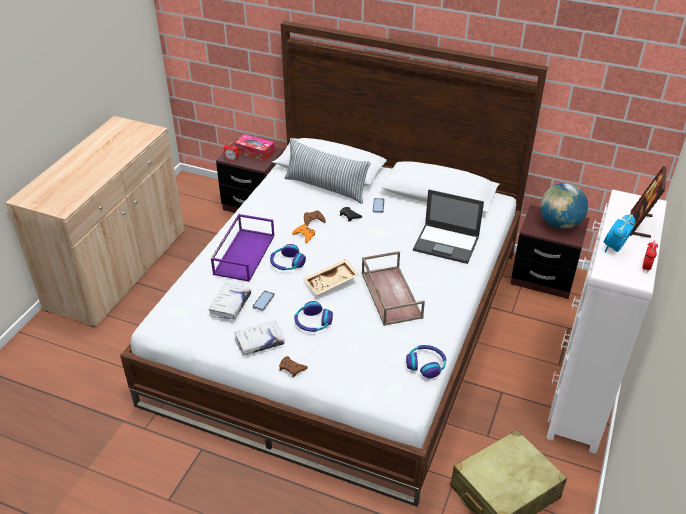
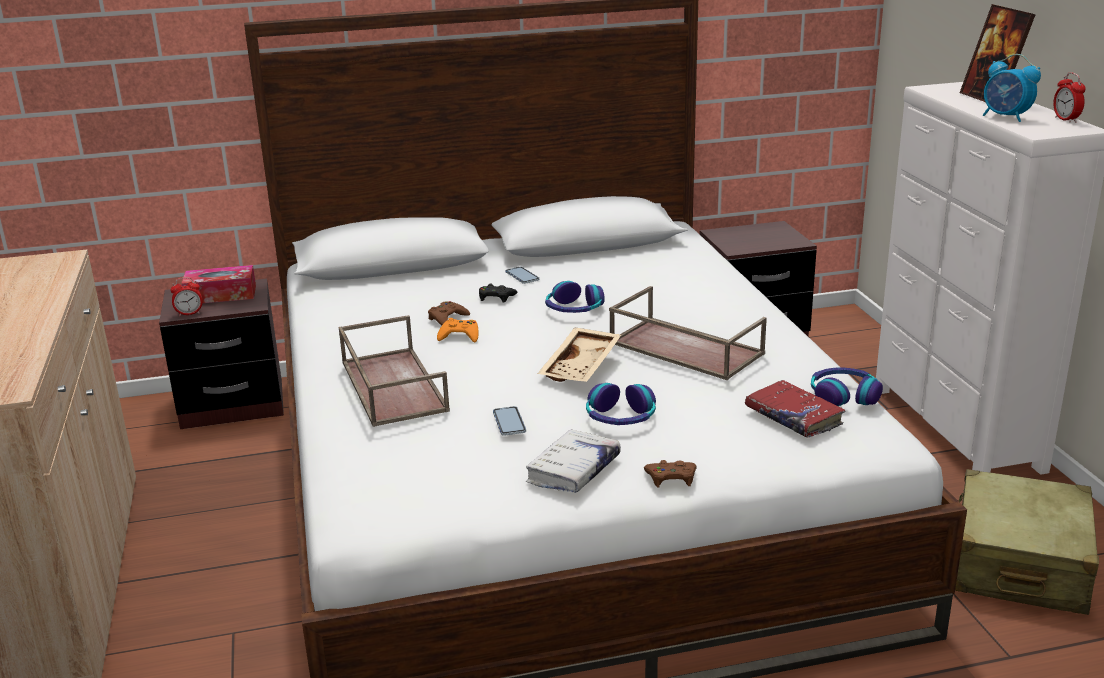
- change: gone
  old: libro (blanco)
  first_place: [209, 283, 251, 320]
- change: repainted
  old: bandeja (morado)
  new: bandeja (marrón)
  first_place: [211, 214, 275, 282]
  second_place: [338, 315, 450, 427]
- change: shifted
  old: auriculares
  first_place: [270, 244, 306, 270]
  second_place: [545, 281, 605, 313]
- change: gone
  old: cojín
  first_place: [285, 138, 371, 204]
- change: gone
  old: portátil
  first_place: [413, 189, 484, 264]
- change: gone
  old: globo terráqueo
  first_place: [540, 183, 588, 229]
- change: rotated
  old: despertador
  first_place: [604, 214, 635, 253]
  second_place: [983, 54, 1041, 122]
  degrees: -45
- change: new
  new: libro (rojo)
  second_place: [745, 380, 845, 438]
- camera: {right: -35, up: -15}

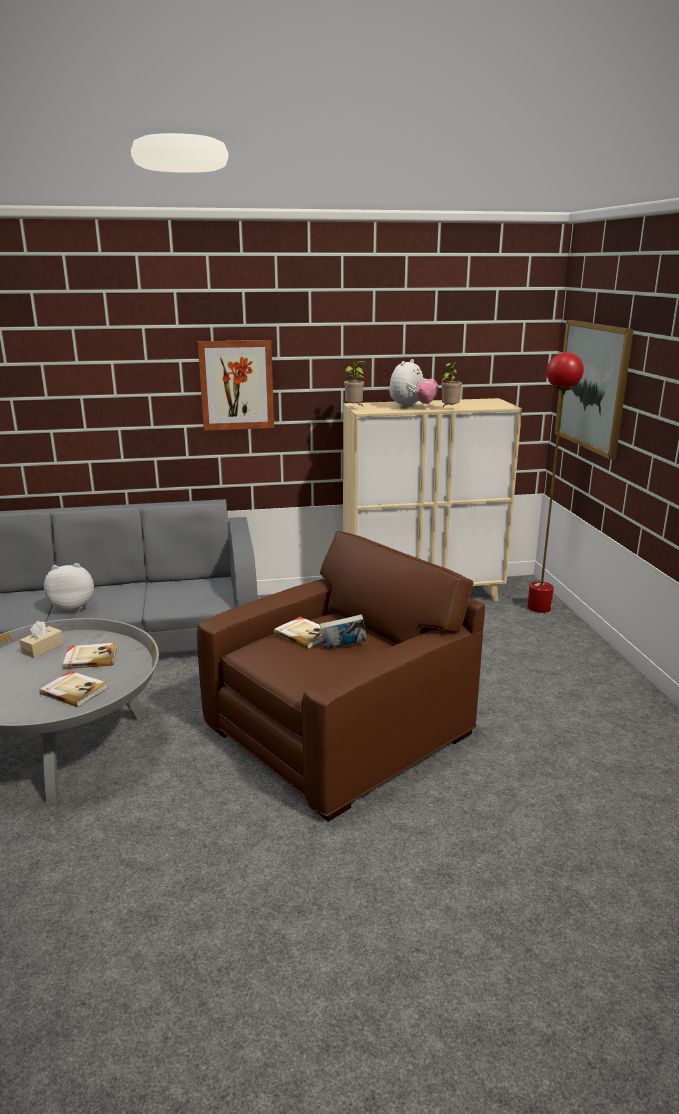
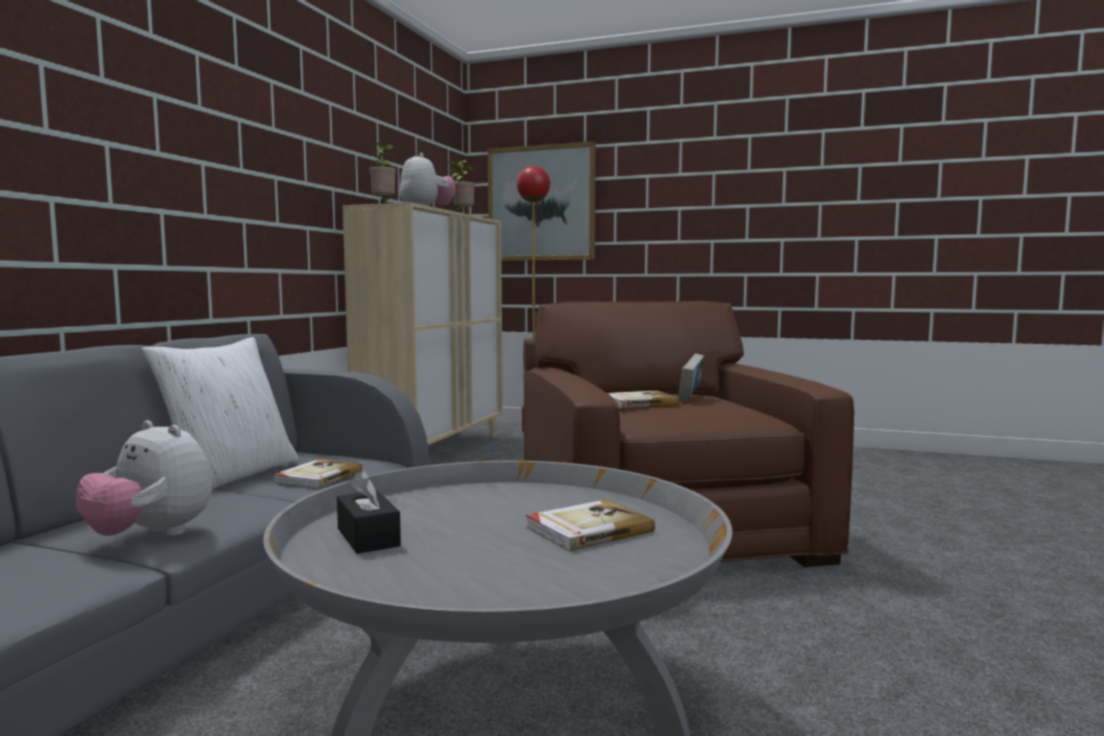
- change: repainted
  old: caja de pañuelos (beis)
  new: caja de pañuelos (negro)
  first_place: [20, 621, 63, 658]
  second_place: [337, 470, 401, 554]
- change: rotated
  old: peluche
  first_place: [44, 563, 94, 612]
  second_place: [76, 420, 212, 536]
  degrees: -75
- change: shifted
  old: libro
  first_place: [63, 643, 117, 669]
  second_place: [273, 459, 362, 488]
- change: gone
  old: cuadro
  first_place: [198, 340, 274, 431]
- change: new
  new: cojín (blanco)
  second_place: [142, 337, 299, 490]
- camera: {right: -60, up: -15}

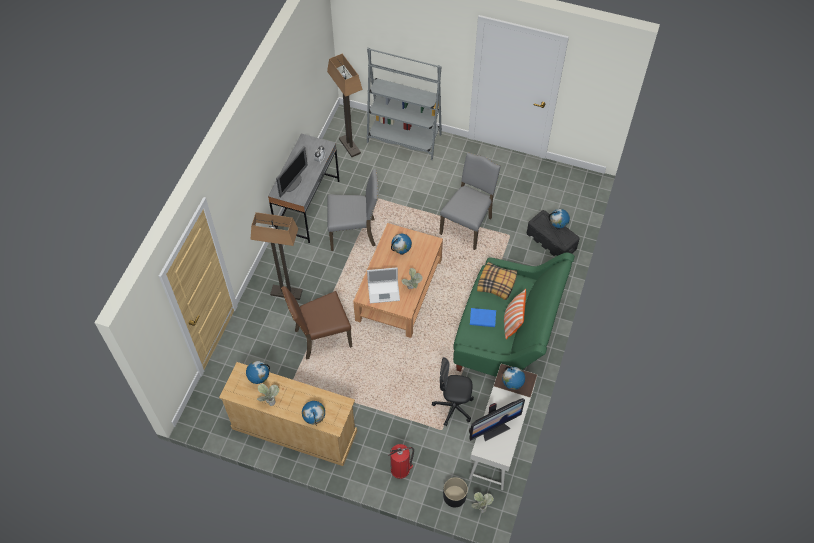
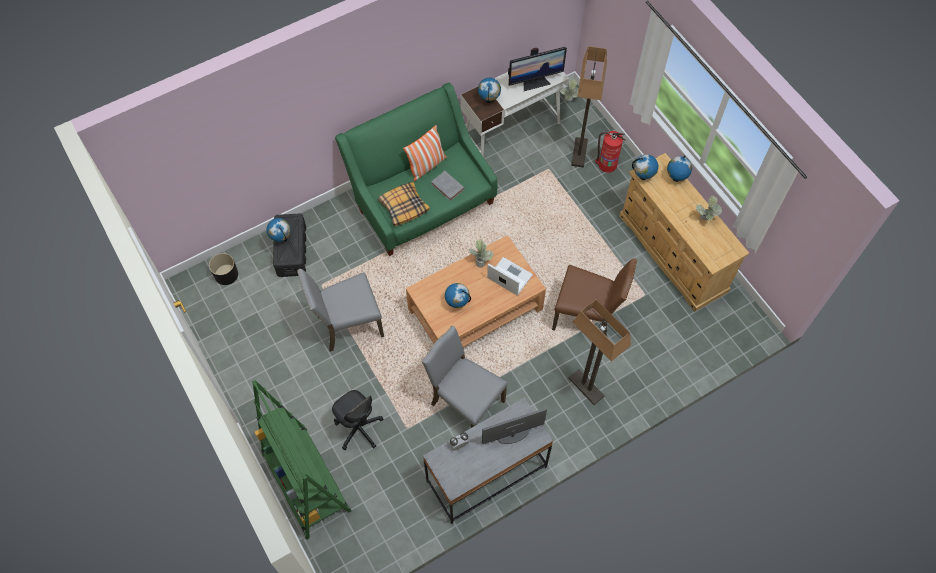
- change: shifted
  old: globo terráqueo
  first_place: [246, 361, 270, 384]
  second_place: [632, 154, 658, 180]
- change: shifted
  old: lámpara de pie
  first_place: [327, 54, 363, 157]
  second_place: [571, 46, 607, 168]
- change: repainted
  old: estantería (gris)
  new: estantería (verde)
  first_place: [367, 48, 442, 160]
  second_place: [252, 380, 352, 540]
- change: shifted
  old: silla de oficina (negro)
  first_place: [432, 357, 474, 426]
  second_place: [332, 390, 383, 450]
- change: shifted
  old: maceta (negro)
  first_place: [443, 477, 468, 507]
  second_place: [209, 253, 238, 285]
- change: rotated
  old: monitor
  first_place: [469, 398, 525, 441]
  second_place: [508, 47, 567, 91]
  degrees: 150
- change: repainted
  old: libro (azul)
  new: libro (gris)
  first_place: [470, 308, 496, 327]
  second_place: [431, 171, 465, 201]
- camera: {right: -140, up: 5}

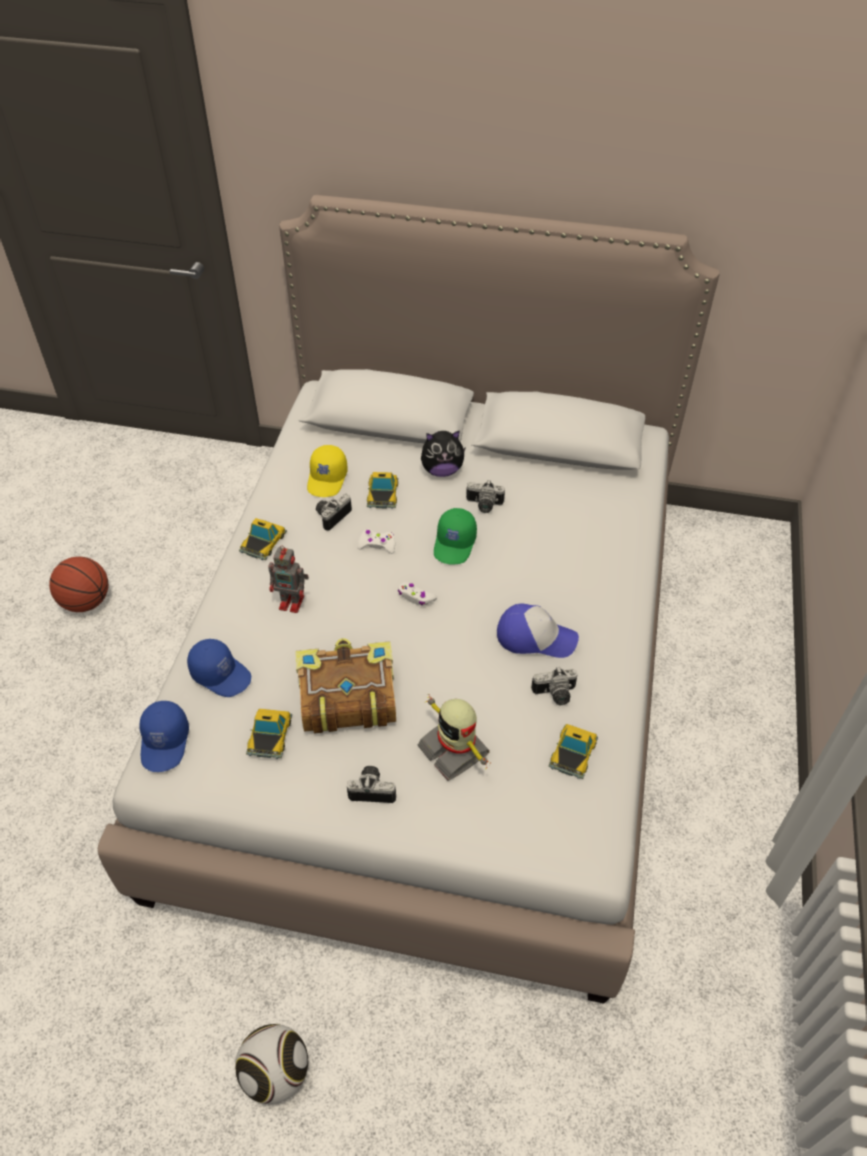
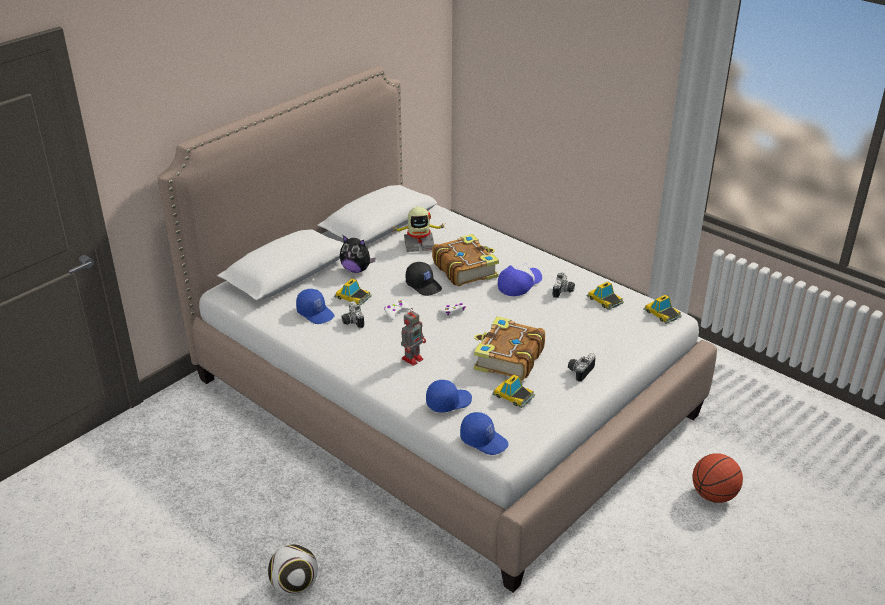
- change: shifted
  old: balón de baloncesto
  first_place: [49, 556, 108, 612]
  second_place: [692, 453, 743, 503]
- change: shifted
  old: balón de fútbol
  first_place: [235, 1024, 308, 1104]
  second_place: [268, 544, 318, 596]
- change: shifted
  old: coche de juguete
  first_place: [239, 518, 287, 560]
  second_place: [643, 295, 682, 324]
- change: repainted
  old: gorra (amarillo)
  new: gorra (azul)
  first_place: [307, 445, 348, 497]
  second_place: [296, 289, 335, 324]
- change: shifted
  old: robot de juguete
  first_place: [418, 694, 491, 781]
  second_place: [392, 207, 446, 252]
- change: rotated
  old: peluche
  first_place: [421, 430, 466, 477]
  second_place: [340, 235, 376, 273]
  degrees: 90
- change: repainted
  old: gorra (verde)
  new: gorra (negro)
  first_place: [434, 508, 477, 565]
  second_place: [406, 262, 442, 296]
- change: gone
  old: cámara
  first_place: [466, 480, 505, 513]
- change: new
  new: libro
  second_place: [432, 234, 499, 286]
- camera: {right: -60, up: -15}

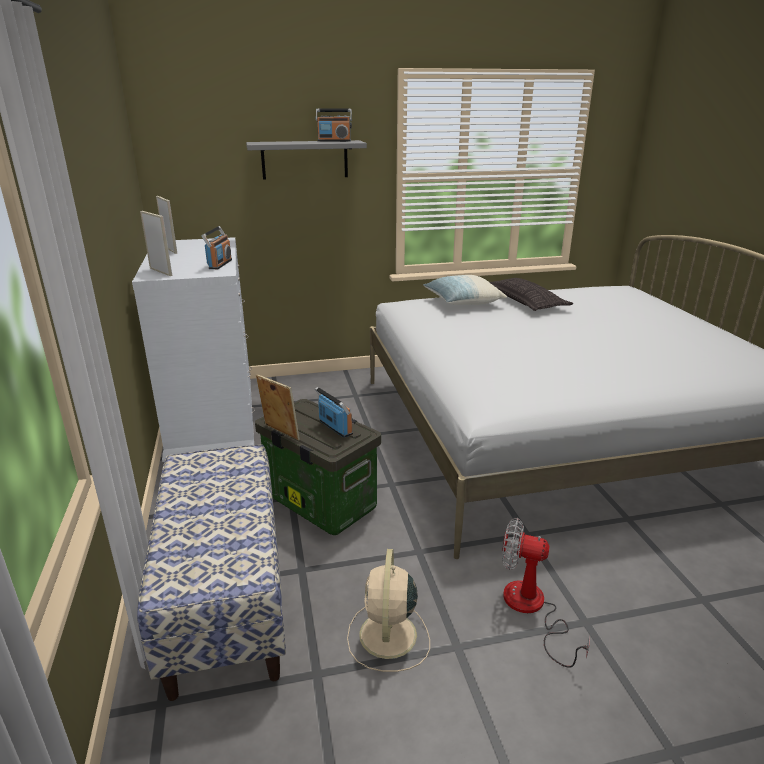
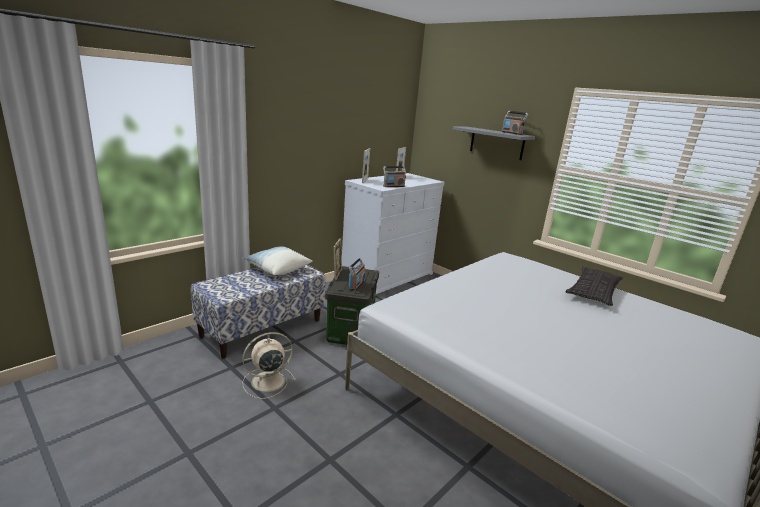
- change: shifted
  old: cojín
  first_place: [423, 275, 507, 305]
  second_place: [242, 246, 312, 275]
- change: gone
  old: ventilador
  first_place: [502, 518, 590, 668]
- camera: {right: 55, up: -5}

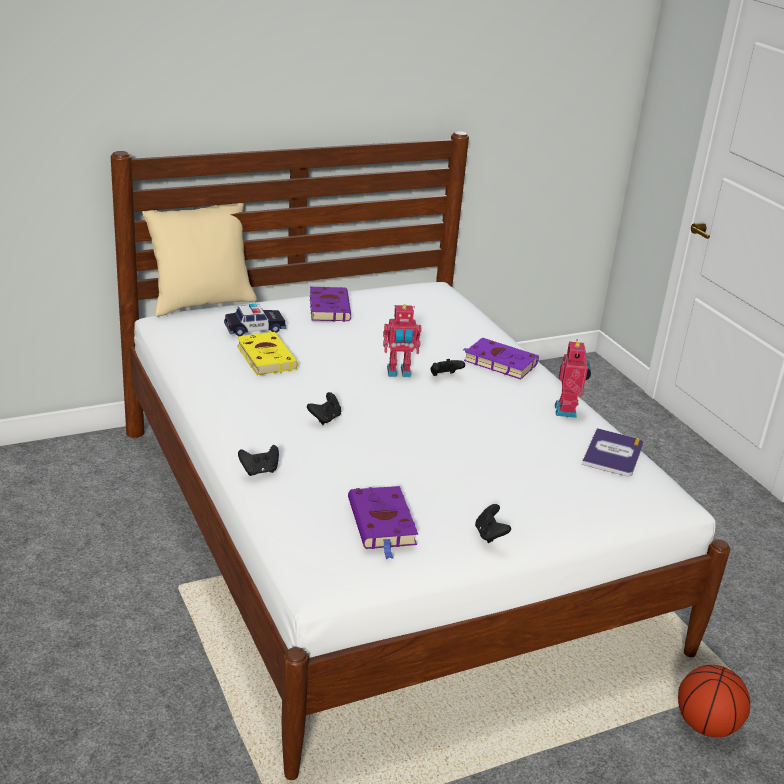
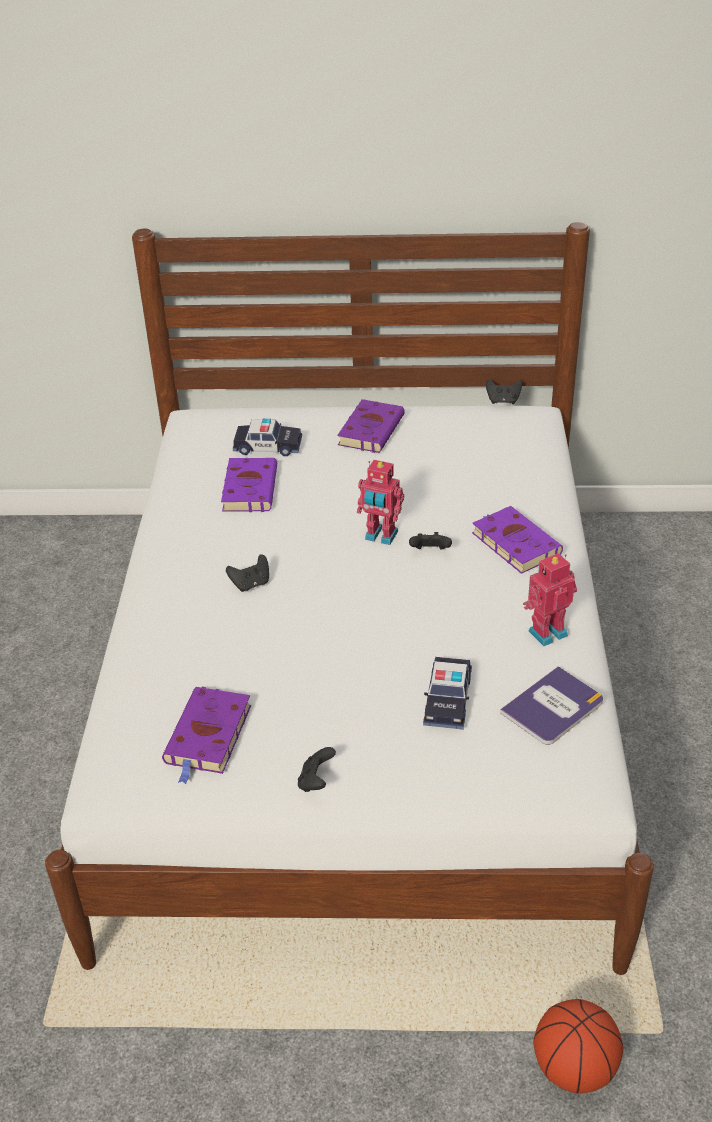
- change: gone
  old: cojín (beis)
  first_place: [142, 203, 257, 317]
- change: repainted
  old: libro (amarillo)
  new: libro (morado)
  first_place: [237, 332, 298, 375]
  second_place: [221, 458, 277, 512]
- change: shifted
  old: mando de consola (negro)
  first_place: [238, 445, 279, 476]
  second_place: [486, 379, 522, 404]
- change: rotated
  old: robot de juguete
  first_place: [555, 339, 591, 418]
  second_place: [523, 553, 577, 646]
  degrees: -150
- change: new
  new: coche de juguete
  second_place: [423, 657, 472, 730]
- camera: {right: 30, up: 10}

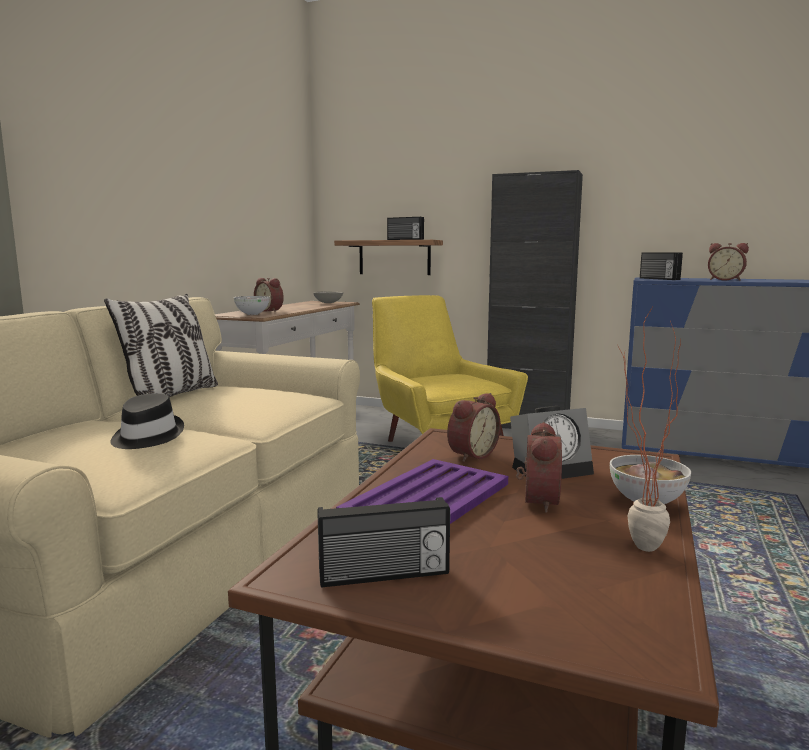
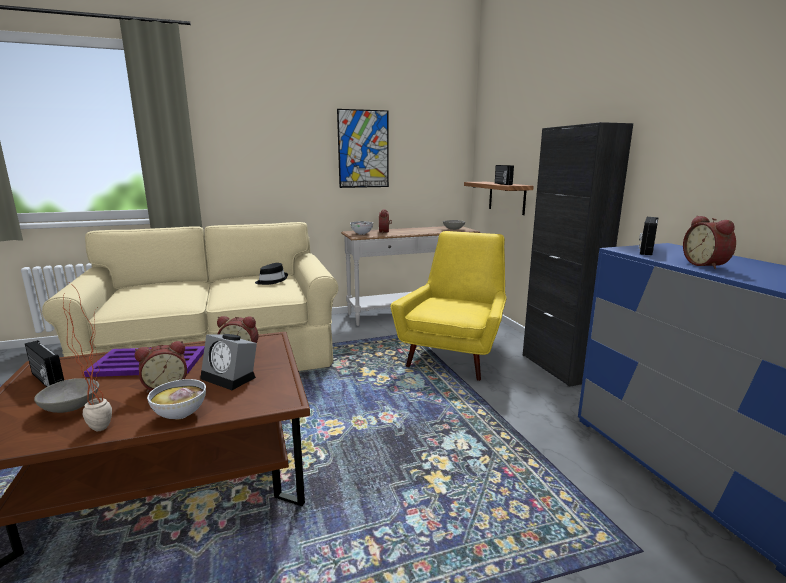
- change: gone
  old: cojín
  first_place: [104, 294, 218, 397]
- change: shifted
  old: sombrero (negro)
  first_place: [110, 393, 184, 449]
  second_place: [255, 263, 288, 285]
- change: new
  new: cuenco (gris)
  second_place: [34, 378, 99, 413]
- change: new
  new: cuadro
  second_place: [337, 109, 389, 188]
- camera: {right: 50, up: 5}

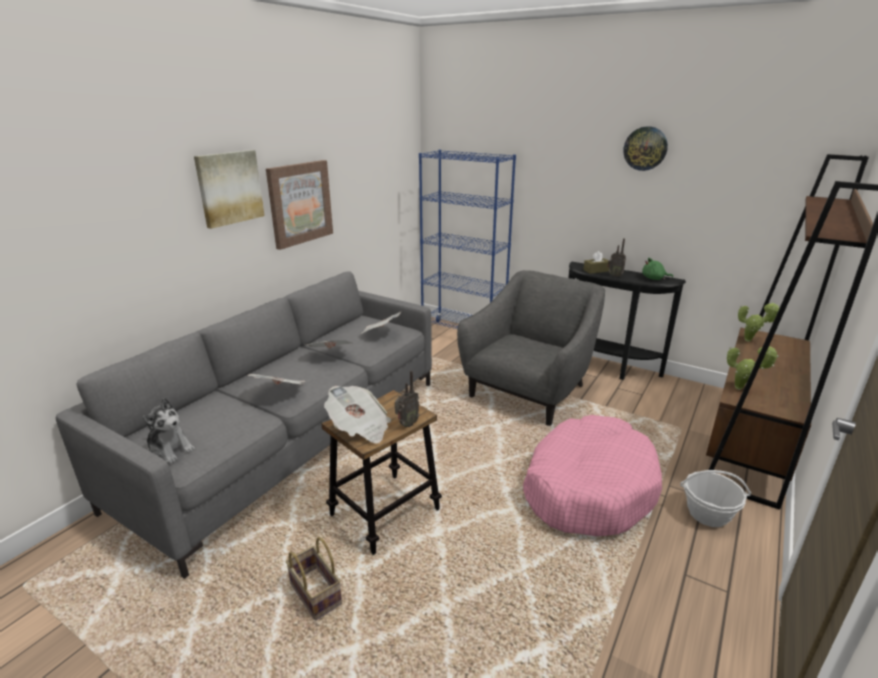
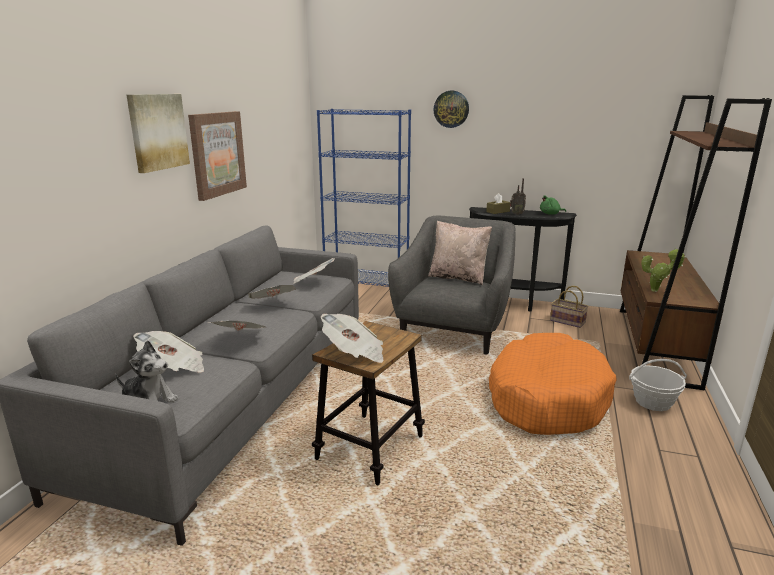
- change: shifted
  old: cesta
  first_place: [286, 537, 342, 620]
  second_place: [550, 286, 588, 328]
- change: gone
  old: radio
  first_place: [395, 371, 419, 427]
- change: repainted
  old: cama para perro (rosa)
  new: cama para perro (naranja)
  first_place: [523, 415, 662, 536]
  second_place: [489, 333, 617, 435]
- change: shifted
  old: reloj de pared
  first_place: [623, 126, 668, 171]
  second_place: [433, 91, 469, 128]
- change: gone
  old: planta en maceta
  first_place: [738, 302, 780, 342]
- change: new
  new: periódico
  second_place: [133, 331, 204, 372]
- change: new
  new: cojín (beis)
  second_place: [428, 221, 492, 285]
- camera: {right: -15, up: -5}

